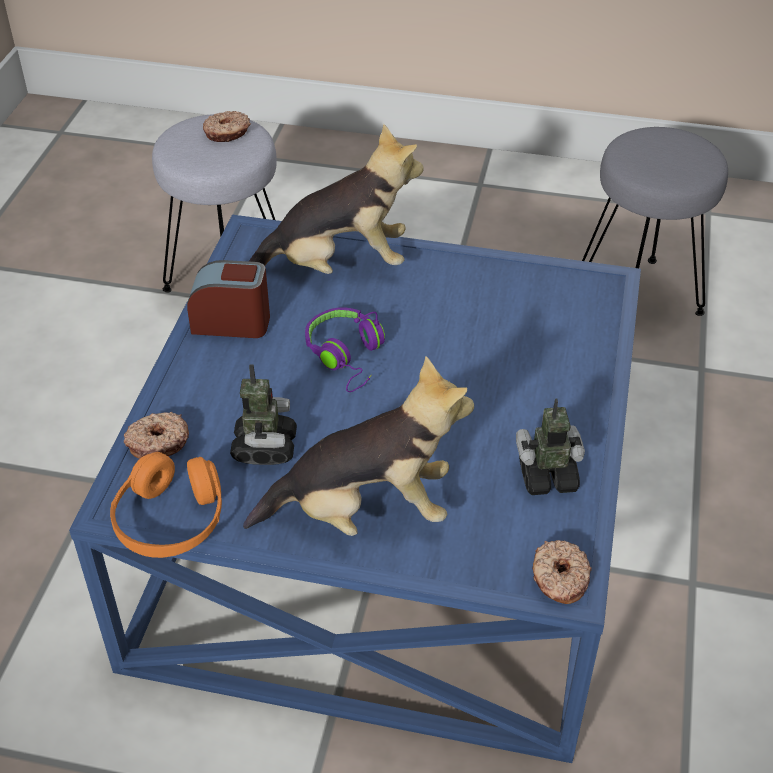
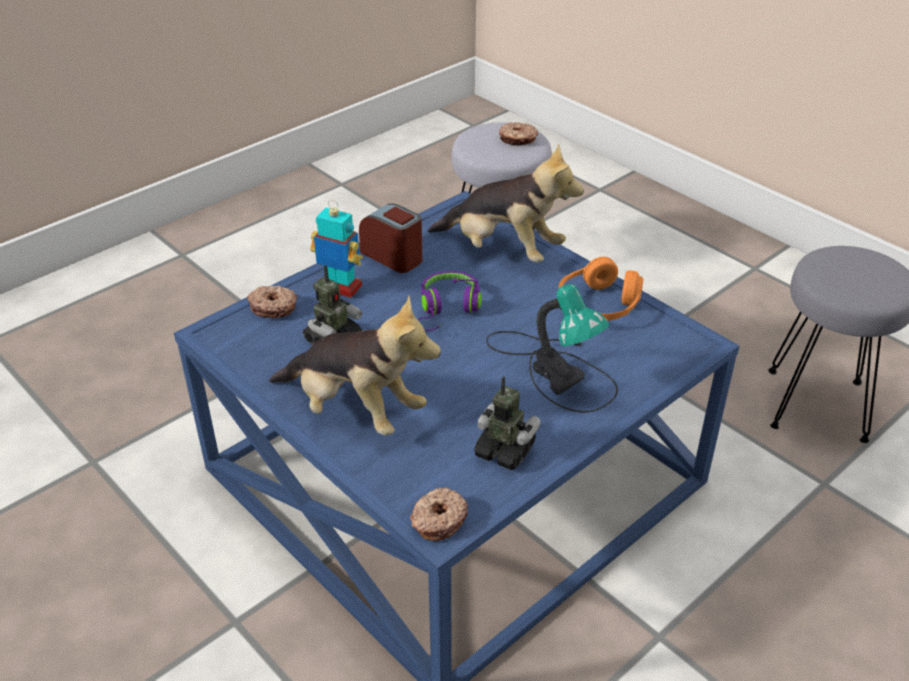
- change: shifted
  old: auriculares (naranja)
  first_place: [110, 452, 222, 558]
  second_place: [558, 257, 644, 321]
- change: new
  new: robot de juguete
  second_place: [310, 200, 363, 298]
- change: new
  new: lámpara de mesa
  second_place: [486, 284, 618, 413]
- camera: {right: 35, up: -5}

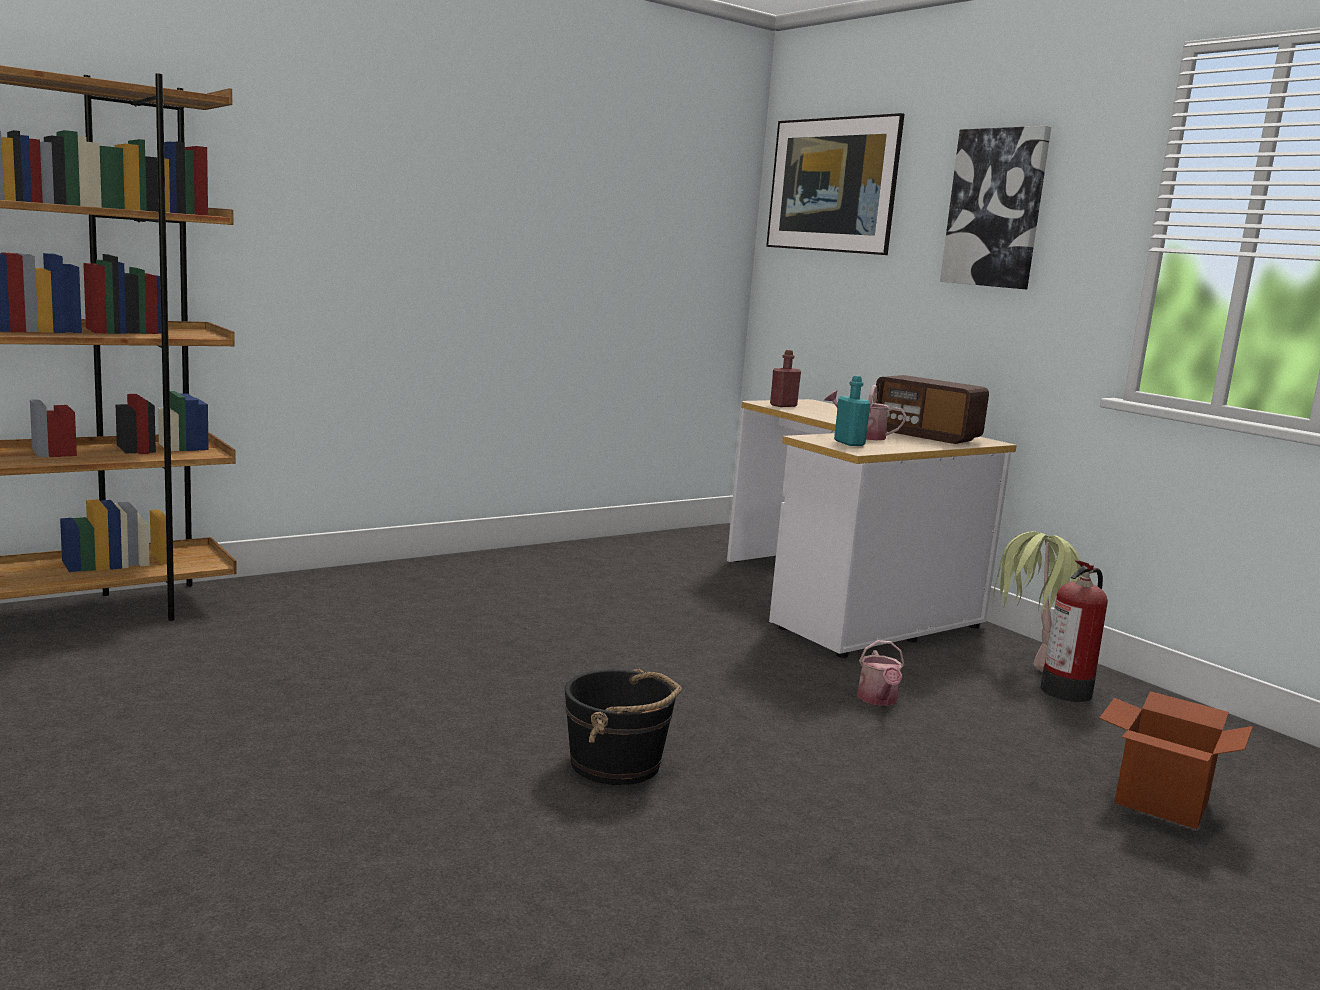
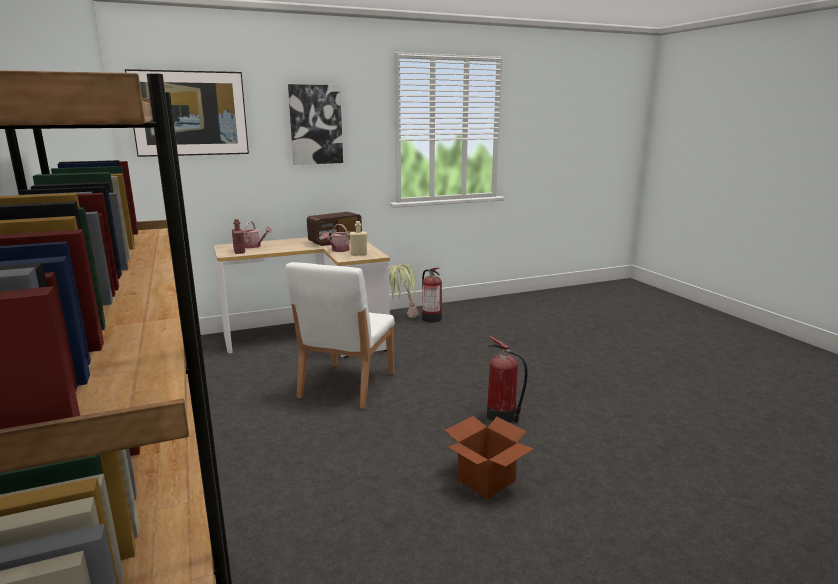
- change: swapped
  old: cubo (negro)
  new: extintor
  first_place: [565, 669, 682, 785]
  second_place: [487, 336, 528, 423]
- change: repainted
  old: botella (turquesa)
  new: botella (beis)
  first_place: [834, 376, 871, 446]
  second_place: [349, 221, 367, 256]
- change: shifted
  old: regadera
  first_place: [857, 640, 904, 706]
  second_place: [242, 221, 272, 248]
- change: shifted
  old: caja de cartón
  first_place: [1099, 691, 1253, 829]
  second_place: [445, 416, 534, 499]
- change: new
  new: silla (blanco)
  second_place: [285, 262, 395, 409]
- camera: {right: -75, up: 5}

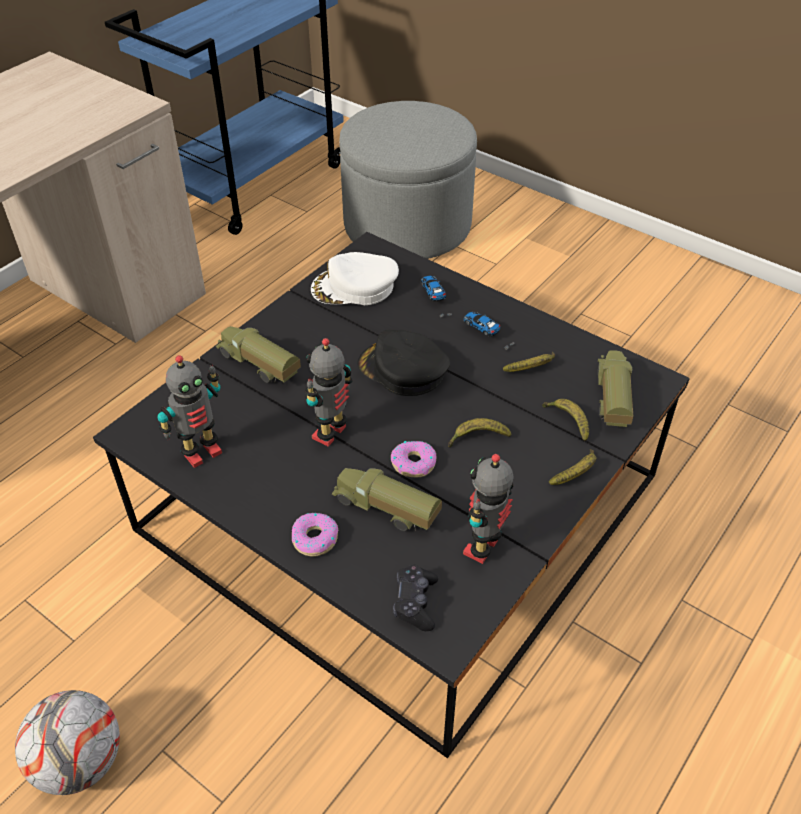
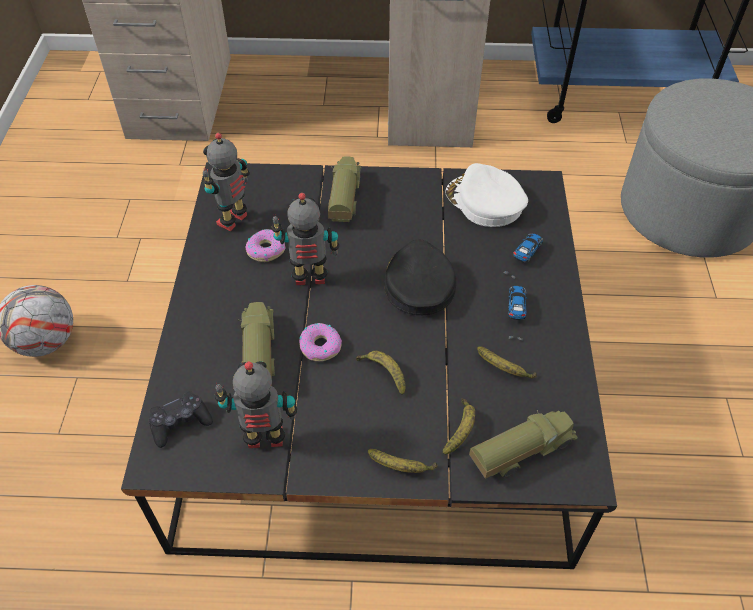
- change: rotated
  old: robot de juguete
  first_place: [157, 355, 222, 468]
  second_place: [202, 133, 250, 231]
  degrees: 105
- change: shifted
  old: rosquilla
  first_place: [292, 513, 338, 557]
  second_place: [245, 229, 286, 262]
- camera: {right: 55, up: 5}

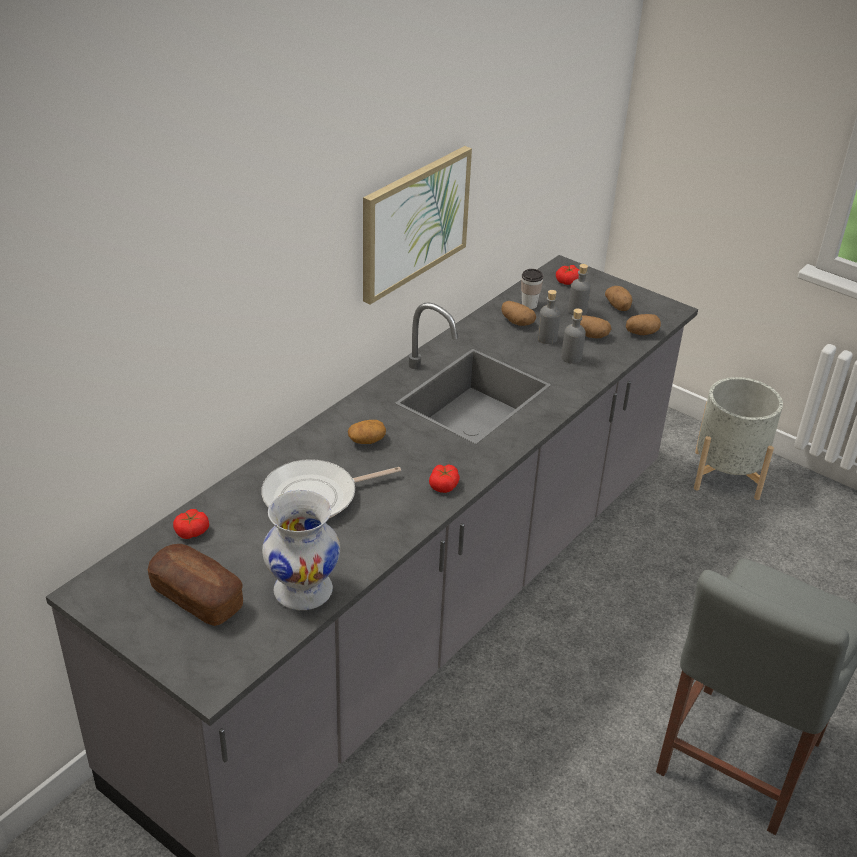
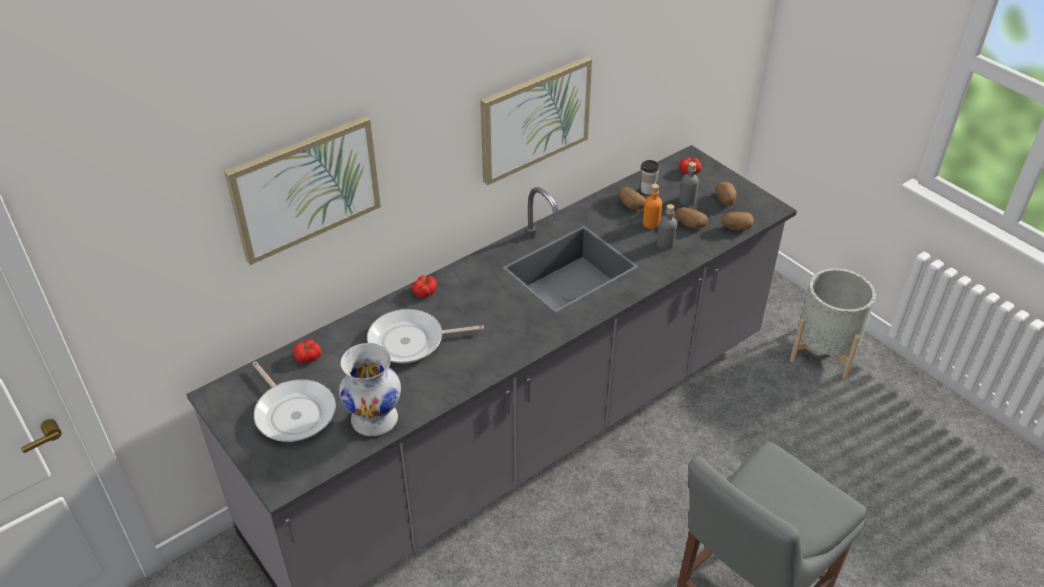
- change: swapped
  old: pan
  new: sartén
  first_place: [148, 544, 243, 626]
  second_place: [252, 362, 336, 442]
- change: gone
  old: patata
  first_place: [348, 420, 386, 444]
- change: shifted
  old: tomate
  first_place: [429, 464, 460, 493]
  second_place: [412, 275, 437, 298]
- change: repainted
  old: botella (gris)
  new: botella (naranja)
  first_place: [537, 290, 560, 344]
  second_place: [643, 184, 662, 229]
- change: new
  new: cuadro
  second_place: [224, 116, 381, 265]
- camera: {right: 15, up: 5}

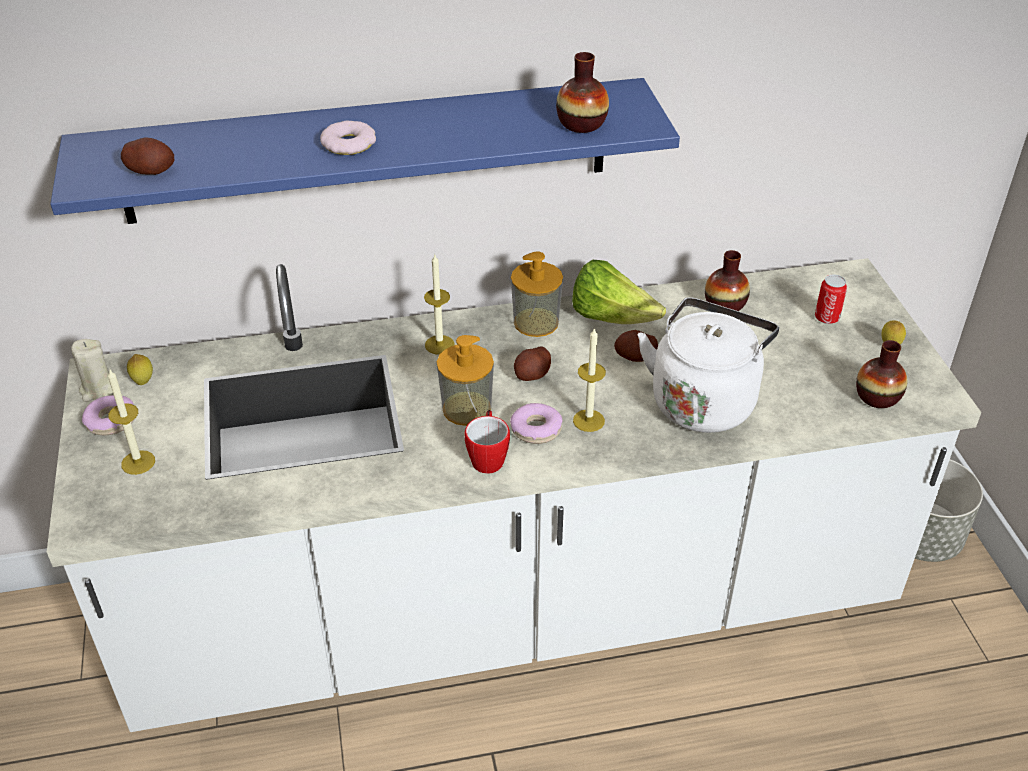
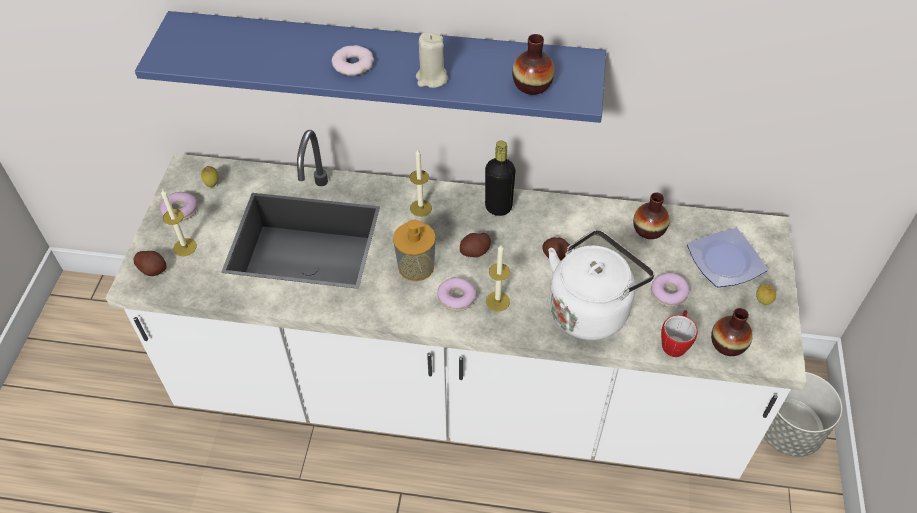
- change: shifted
  old: vela (beis)
  first_place: [71, 339, 113, 402]
  second_place: [416, 32, 448, 88]
- change: shifted
  old: patata
  first_place: [121, 137, 174, 175]
  second_place: [133, 251, 167, 276]
- change: shifted
  old: taza grande
  first_place: [465, 410, 510, 474]
  second_place: [661, 310, 698, 357]
- change: swapped
  old: dispensador de jabón
  new: botella (negro)
  first_place: [511, 251, 563, 337]
  second_place: [485, 141, 515, 216]
- change: gone
  old: lechuga
  first_place: [572, 260, 666, 324]
- change: swapped
  old: lata
  new: plato
  first_place: [815, 274, 847, 324]
  second_place: [687, 228, 768, 287]
- change: new
  new: rosquilla
  second_place: [651, 273, 690, 307]
- camera: {right: 20, up: 10}

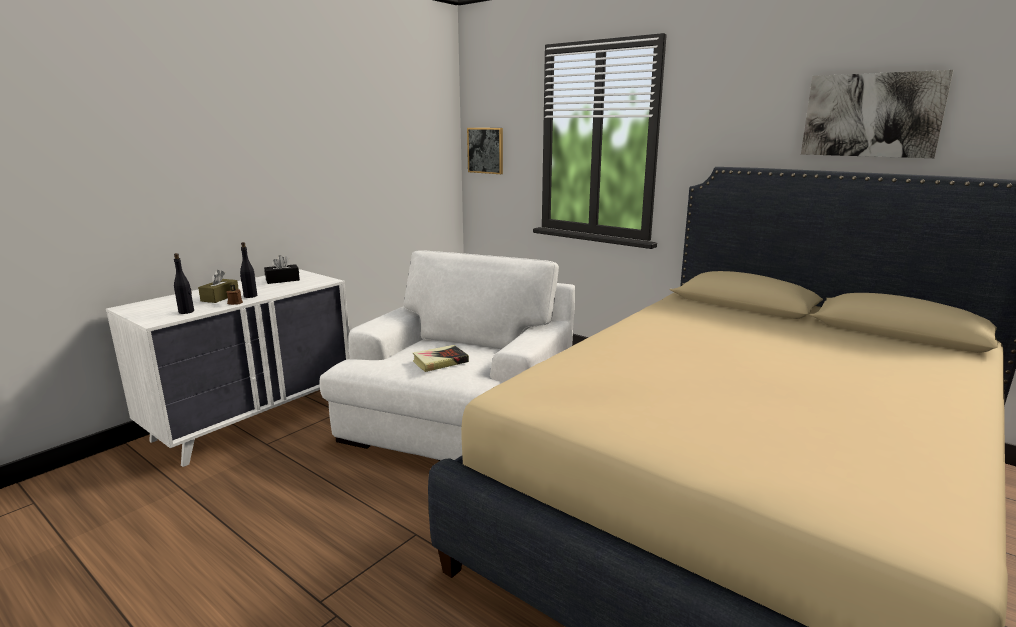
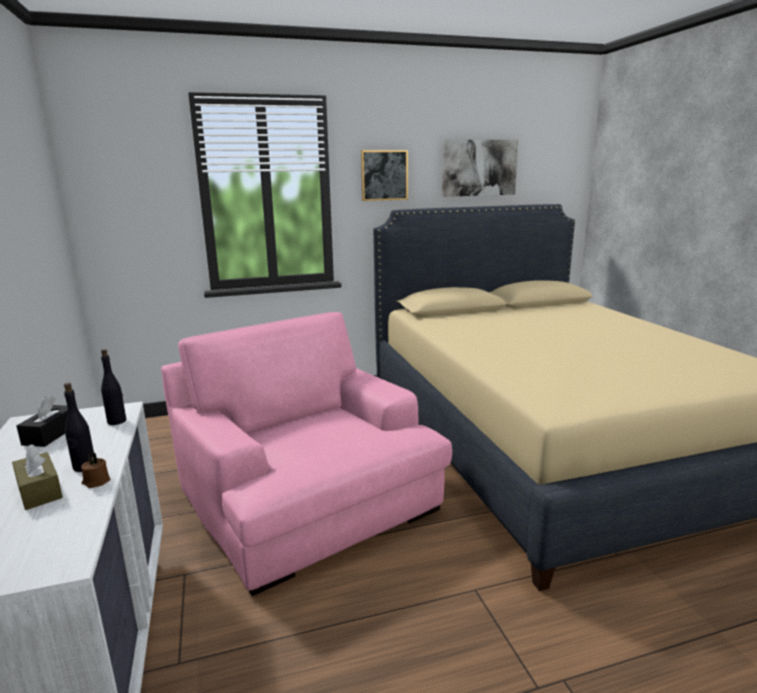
- change: shifted
  old: botella (negro)
  first_place: [174, 253, 194, 314]
  second_place: [101, 349, 126, 425]
- change: repainted
  old: sillón (blanco)
  new: sillón (rosa)
  first_place: [320, 250, 575, 460]
  second_place: [161, 312, 452, 596]
- change: gone
  old: libro
  first_place: [413, 345, 469, 372]
- change: shifted
  old: cuadro
  first_place: [467, 128, 503, 174]
  second_place: [361, 150, 408, 201]
- camera: {right: -55, up: 0}

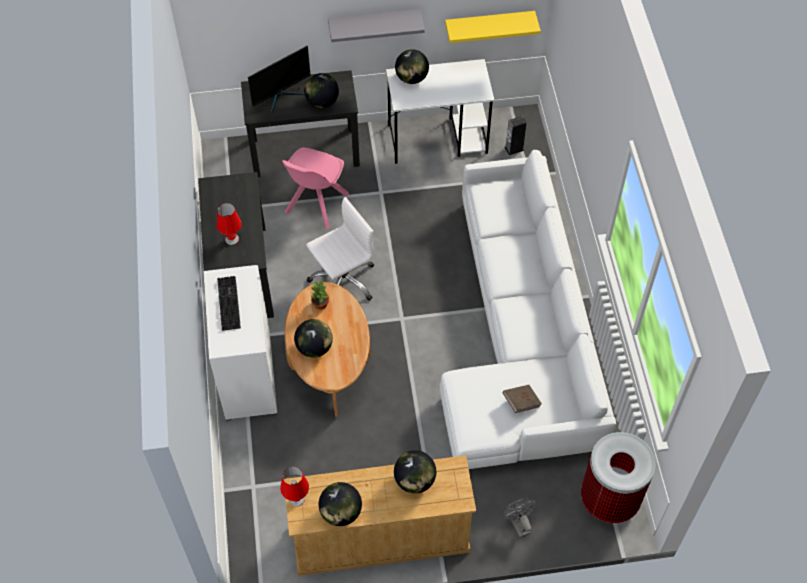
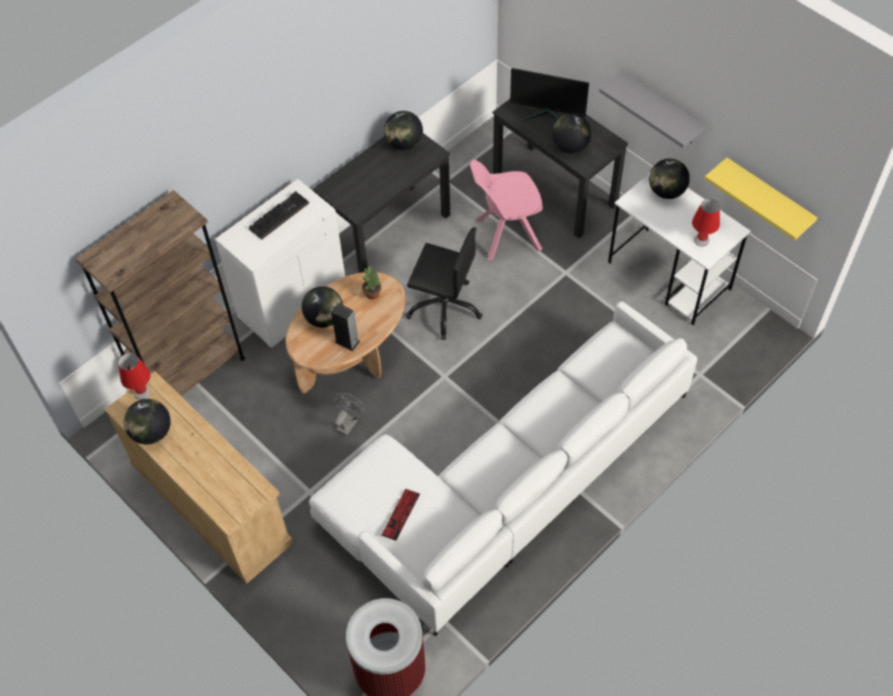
- change: shifted
  old: lámpara de mesa (rojo)
  first_place: [217, 203, 242, 245]
  second_place: [692, 199, 720, 247]
- change: repainted
  old: silla de oficina (blanco)
  new: silla de oficina (negro)
  first_place: [306, 197, 374, 301]
  second_place: [405, 227, 483, 340]
- change: shifted
  old: globo terráqueo
  first_place: [394, 450, 436, 494]
  second_place: [384, 111, 423, 150]
- change: swapped
  old: libro (marrón)
  new: teclado
  first_place: [503, 385, 542, 413]
  second_place: [382, 489, 420, 541]
- change: shifted
  old: ventilador (gris)
  first_place: [503, 498, 536, 538]
  second_place: [333, 392, 365, 436]
- change: shifted
  old: altavoz
  first_place: [504, 116, 527, 155]
  second_place: [331, 303, 360, 352]
- change: new
  new: estantería (marrón)
  second_place: [75, 190, 245, 396]
- camera: {right: 55, up: 0}

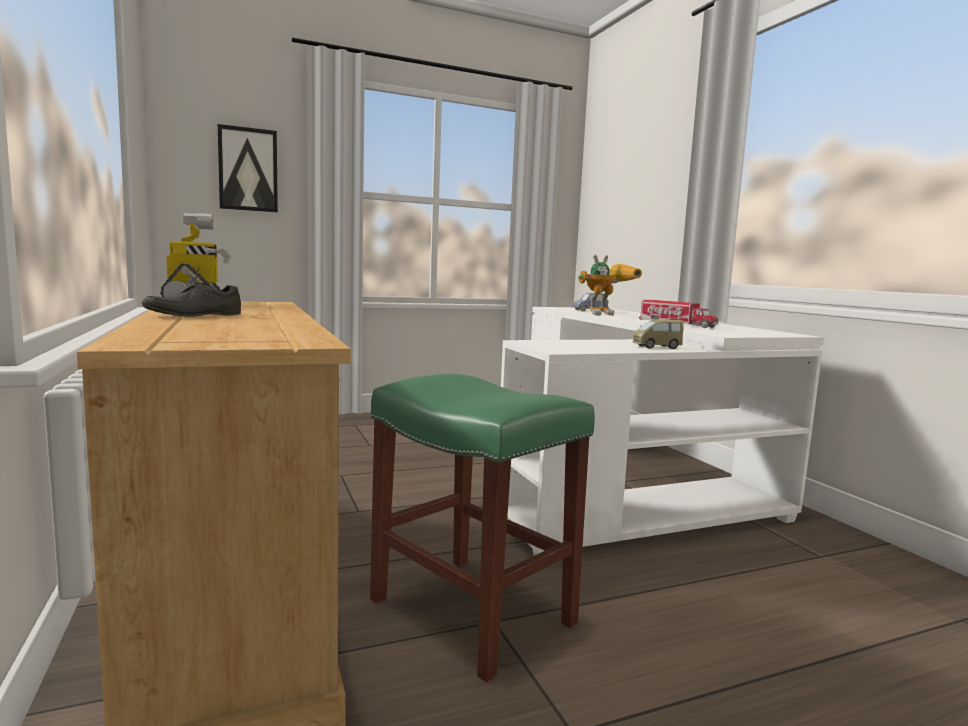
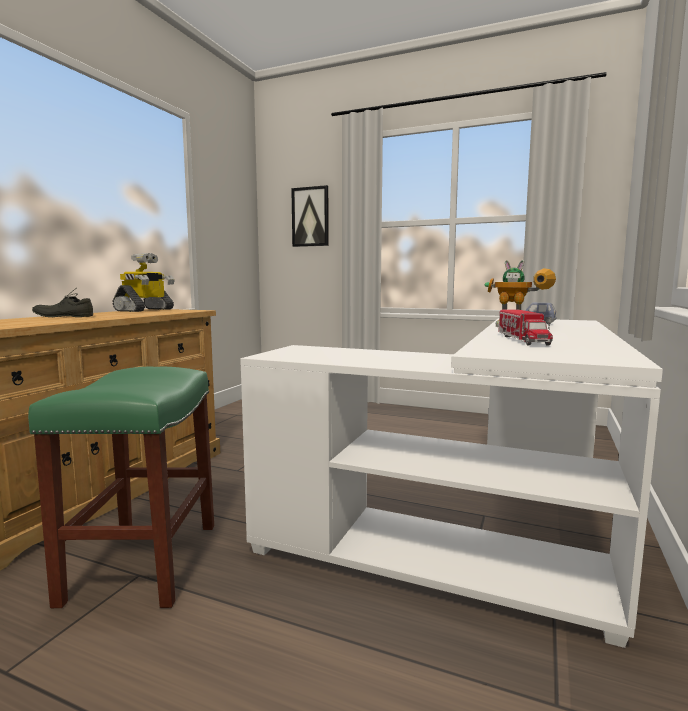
- change: gone
  old: coche de juguete
  first_place: [633, 320, 685, 349]
- camera: {right: 45, up: 0}

